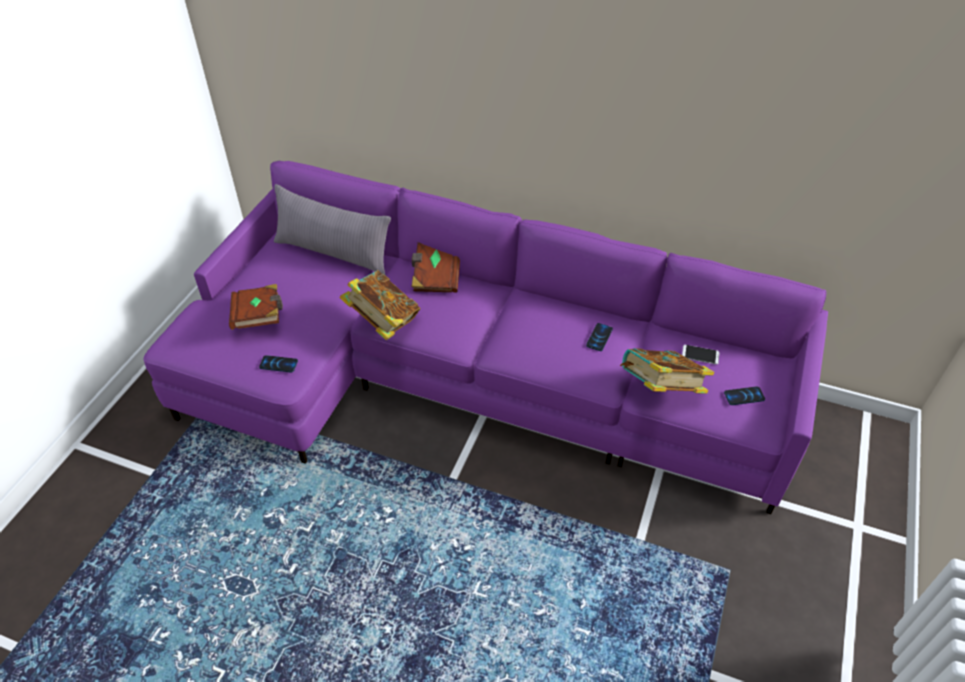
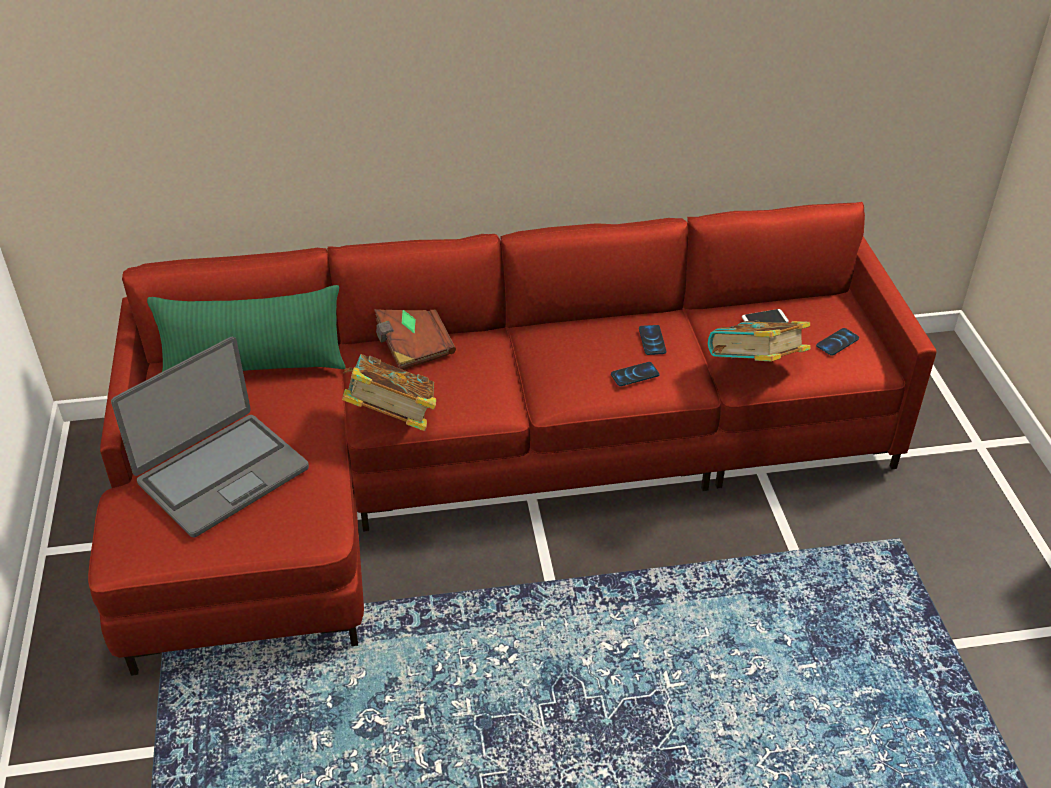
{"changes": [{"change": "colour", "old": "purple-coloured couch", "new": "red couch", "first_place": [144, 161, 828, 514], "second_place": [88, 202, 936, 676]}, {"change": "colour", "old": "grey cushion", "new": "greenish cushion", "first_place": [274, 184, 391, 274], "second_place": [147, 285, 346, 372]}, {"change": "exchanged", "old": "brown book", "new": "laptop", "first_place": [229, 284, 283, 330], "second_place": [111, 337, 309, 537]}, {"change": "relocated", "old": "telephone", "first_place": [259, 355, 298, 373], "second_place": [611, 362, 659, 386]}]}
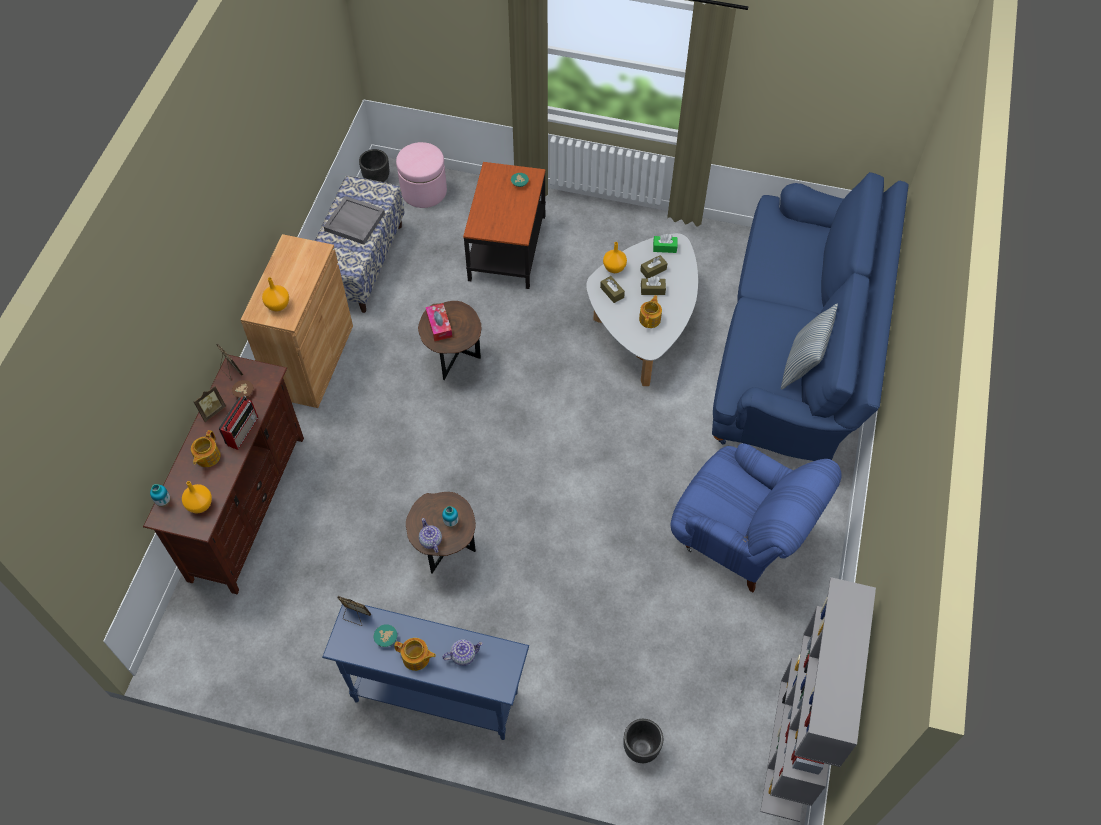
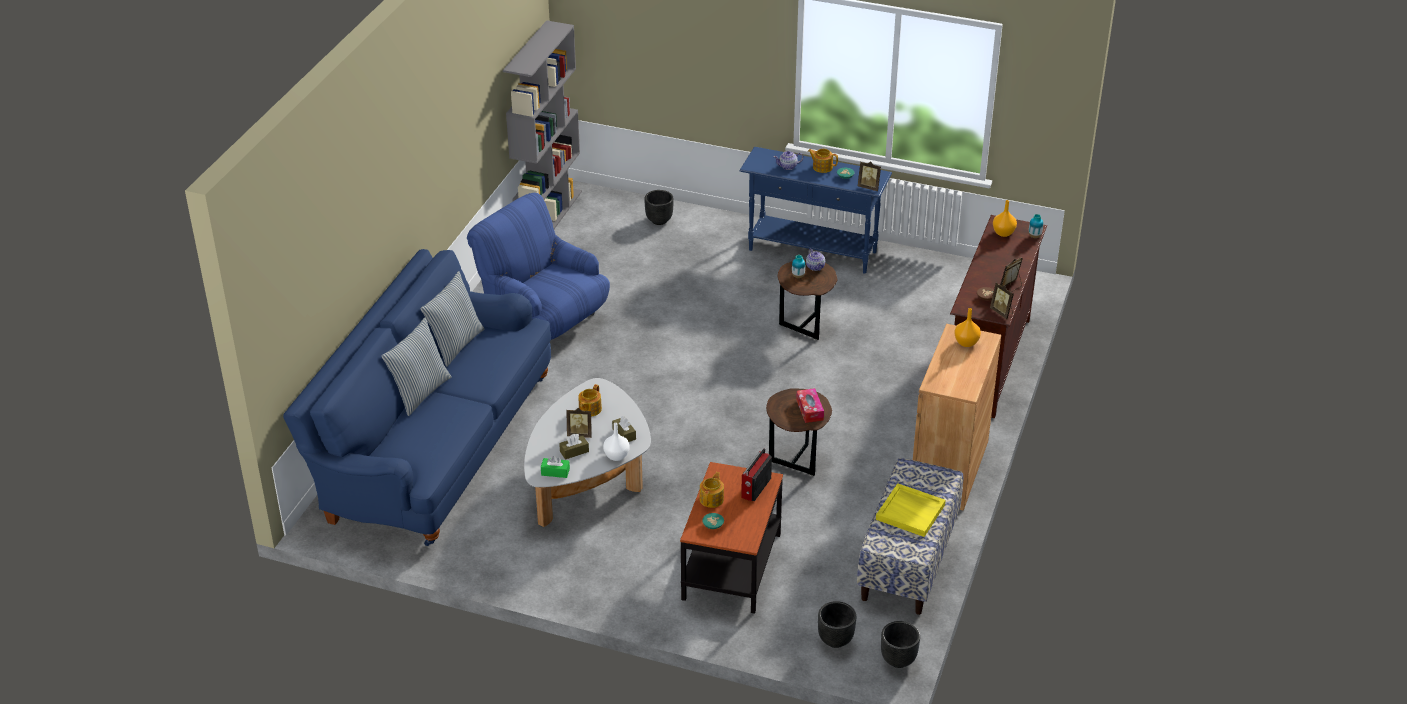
{"changes": [{"change": "exchanged", "old": "pinkish ottoman", "new": "blackish plant pot", "first_place": [396, 142, 447, 208], "second_place": [818, 601, 856, 648]}, {"change": "colour", "old": "grey carrying tray", "new": "yellow carrying tray", "first_place": [324, 196, 385, 245], "second_place": [876, 483, 945, 537]}, {"change": "colour", "old": "orange-coloured vase", "new": "white-coloured vase", "first_place": [603, 242, 627, 273], "second_place": [603, 423, 629, 461]}, {"change": "exchanged", "old": "brown tissue holder", "new": "photo frame", "first_place": [641, 276, 666, 295], "second_place": [566, 408, 592, 438]}, {"change": "relocated", "old": "radio", "first_place": [219, 396, 258, 450], "second_place": [741, 448, 772, 501]}, {"change": "relocated", "old": "teapot", "first_place": [191, 430, 221, 467], "second_place": [700, 472, 724, 508]}, {"change": "appeared", "new": "cushion", "second_place": [382, 317, 452, 416]}]}
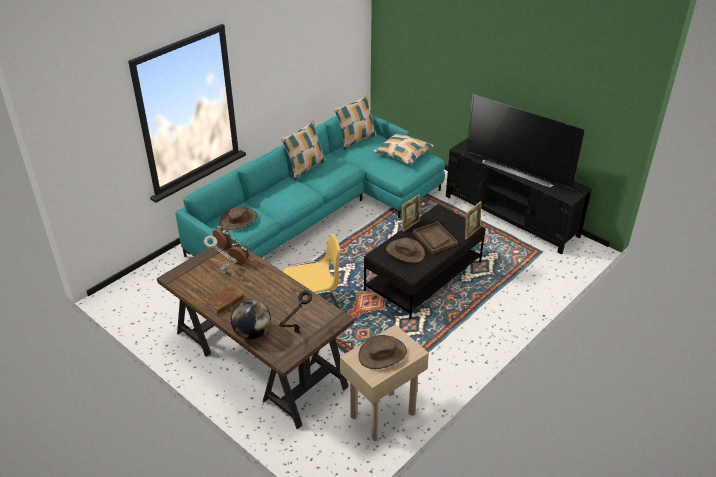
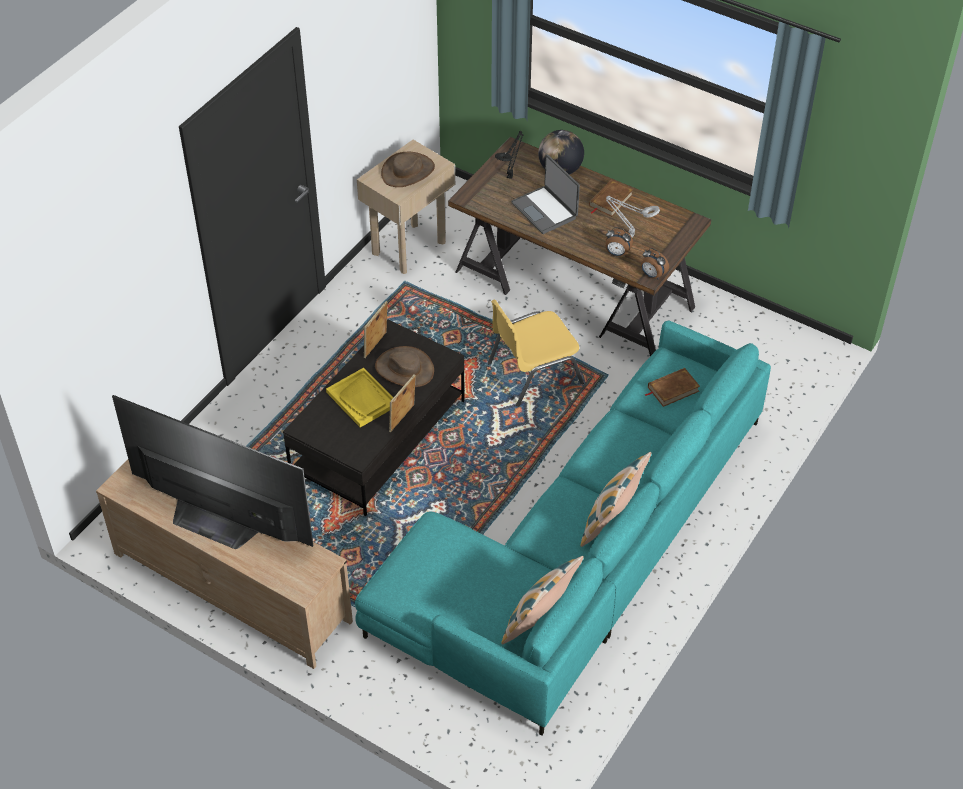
{"changes": [{"change": "missing", "old": "cushion", "first_place": [373, 133, 434, 166]}, {"change": "colour", "old": "blackish media console", "new": "beige-coloured media console", "first_place": [446, 138, 592, 254], "second_place": [96, 459, 353, 669]}, {"change": "relocated", "old": "photo frame", "first_place": [465, 201, 482, 240], "second_place": [364, 301, 387, 358]}, {"change": "exchanged", "old": "brown clothing hat", "new": "brown book", "first_place": [220, 207, 258, 230], "second_place": [644, 368, 700, 407]}, {"change": "colour", "old": "brown carrying tray", "new": "yellow carrying tray", "first_place": [413, 222, 458, 254], "second_place": [326, 368, 393, 428]}, {"change": "appeared", "new": "laptop", "second_place": [511, 154, 580, 234]}]}
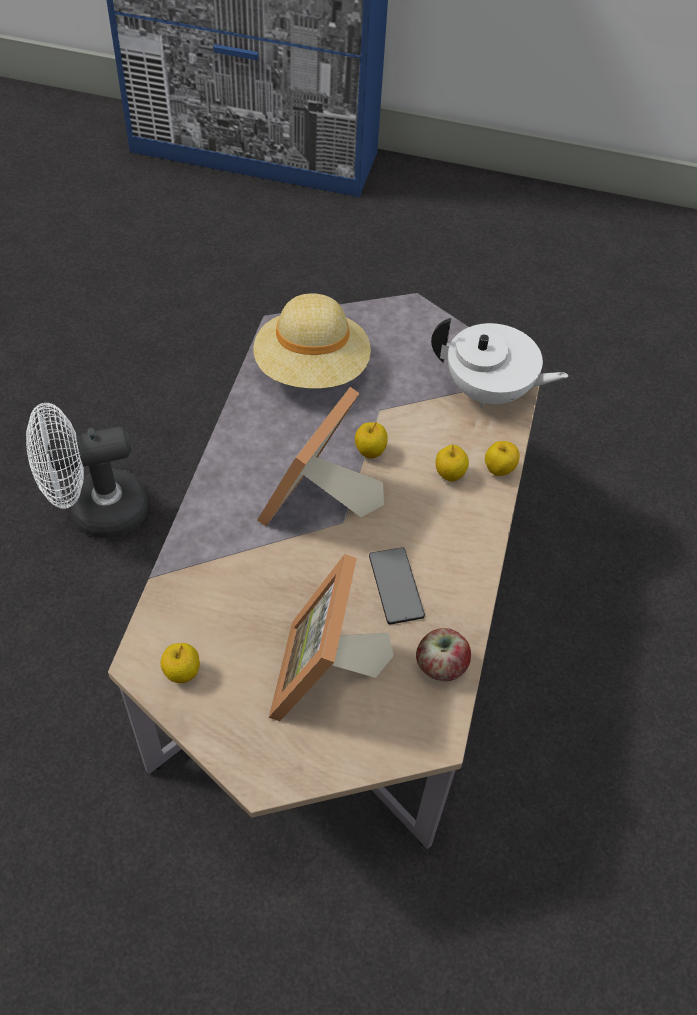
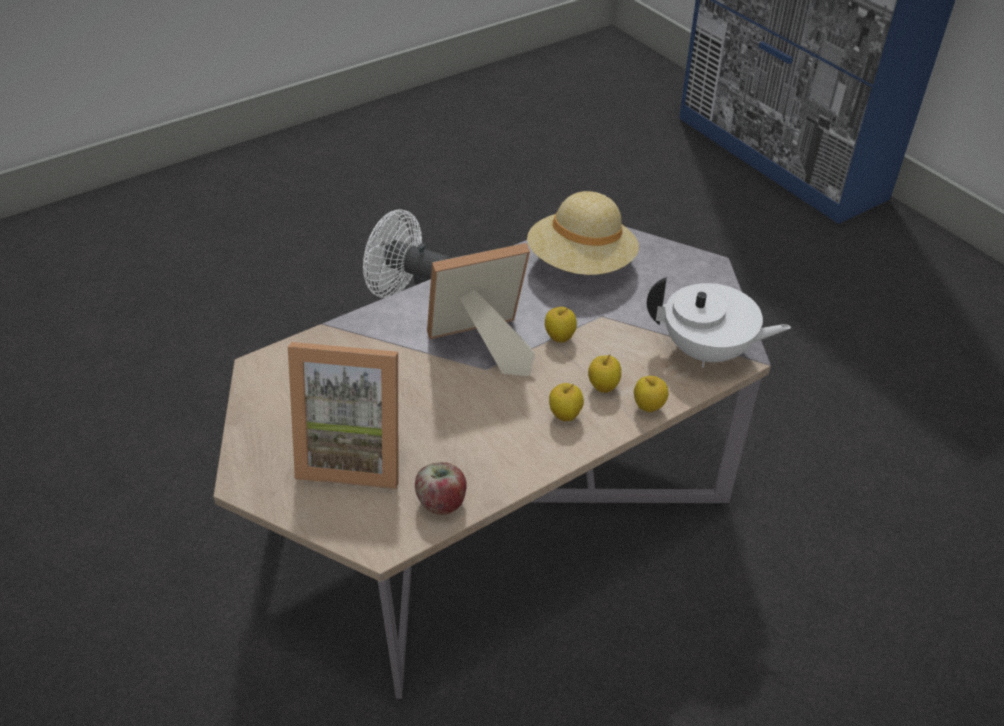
{"changes": [{"change": "spun", "old": "white-coloured teapot", "first_place": [431, 318, 568, 408], "second_place": [647, 277, 791, 368], "degrees": -45}, {"change": "missing", "old": "telephone", "first_place": [369, 547, 425, 624]}, {"change": "spun", "old": "photo frame", "first_place": [268, 554, 394, 721], "second_place": [288, 342, 398, 489], "degrees": -135}, {"change": "relocated", "old": "whole apple", "first_place": [161, 643, 200, 683], "second_place": [549, 383, 584, 421]}]}
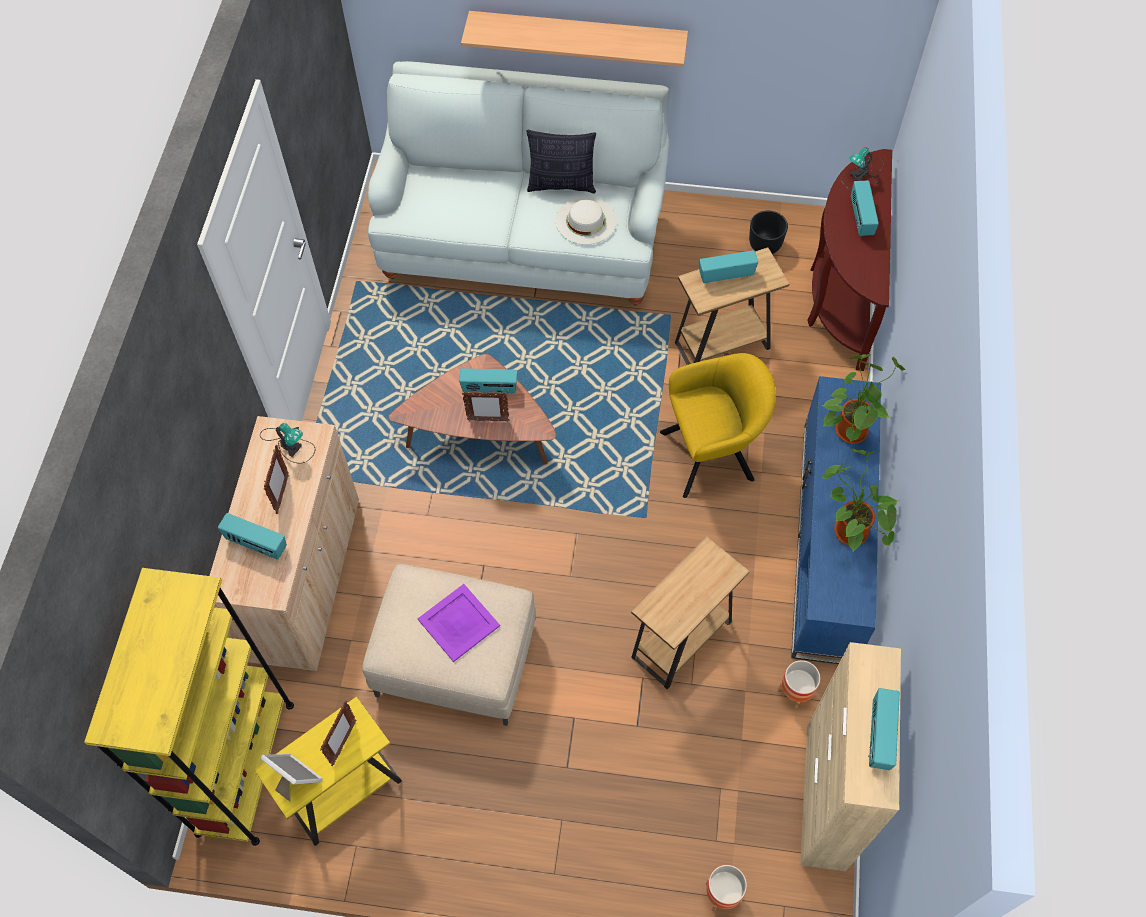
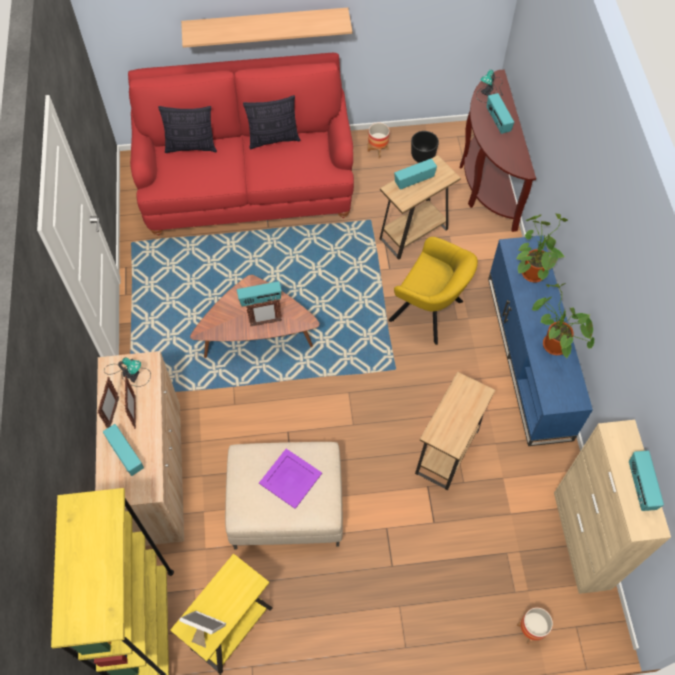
{"changes": [{"change": "colour", "old": "white-coloured couch", "new": "red couch", "first_place": [368, 61, 670, 306], "second_place": [128, 53, 354, 236]}, {"change": "missing", "old": "white-coloured clothing hat", "first_place": [556, 197, 616, 245]}, {"change": "spun", "old": "yellow lounge chair", "first_place": [660, 353, 776, 498], "second_place": [388, 237, 478, 345], "degrees": 60}, {"change": "spun", "old": "radio", "first_place": [218, 513, 287, 560], "second_place": [103, 424, 144, 476], "degrees": 45}, {"change": "relocated", "old": "plant pot", "first_place": [778, 660, 820, 710], "second_place": [367, 123, 390, 158]}, {"change": "relocated", "old": "photo frame", "first_place": [320, 700, 356, 766], "second_place": [98, 377, 119, 428]}, {"change": "appeared", "new": "cushion", "second_place": [158, 106, 217, 153]}]}
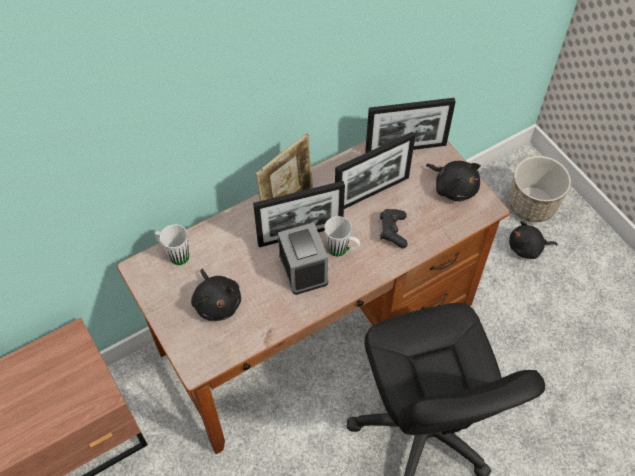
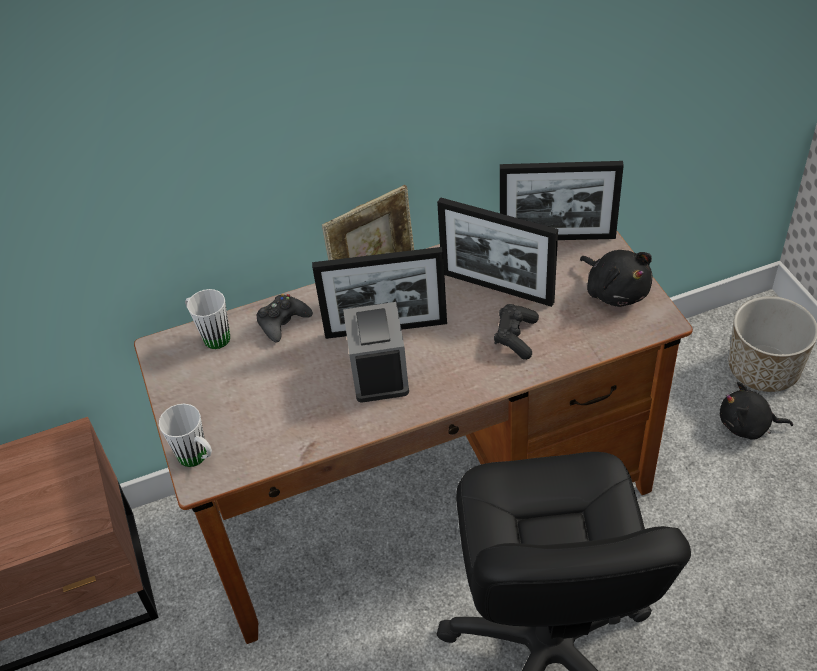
{"changes": [{"change": "spun", "old": "photo frame", "first_place": [335, 132, 415, 209], "second_place": [437, 197, 558, 307], "degrees": 45}, {"change": "relocated", "old": "white-coloured mug", "first_place": [325, 216, 360, 256], "second_place": [159, 404, 212, 467]}, {"change": "missing", "old": "blackish soft toy", "first_place": [191, 269, 241, 321]}, {"change": "appeared", "new": "blackish game controller", "second_place": [256, 294, 313, 343]}]}
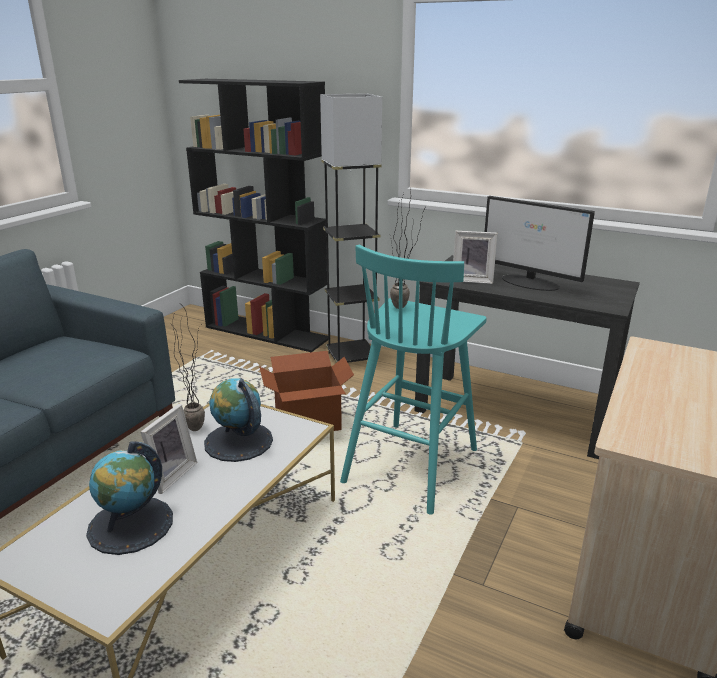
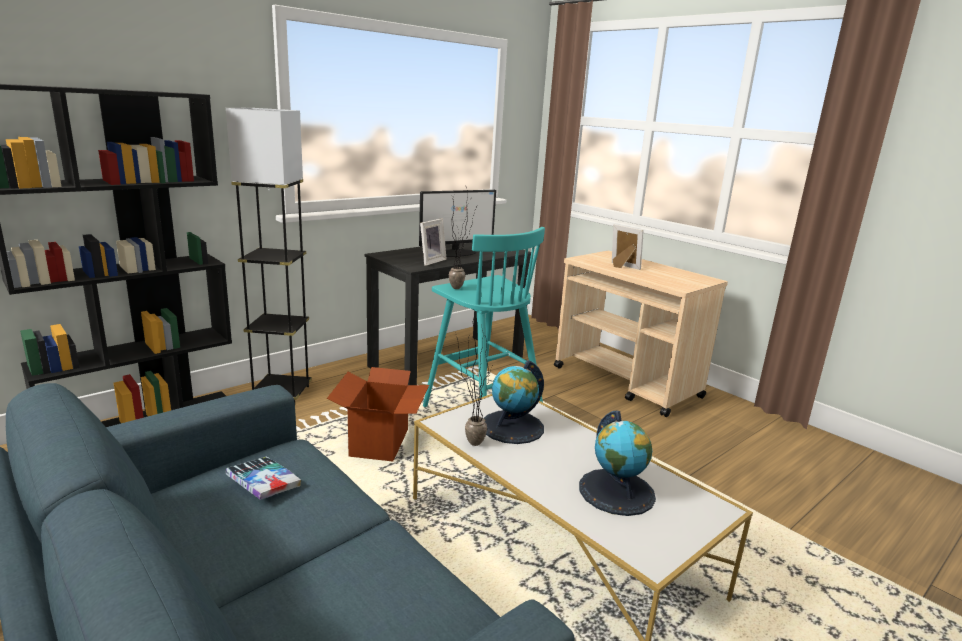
{"changes": [{"change": "relocated", "old": "photo frame", "first_place": [140, 404, 197, 494], "second_place": [612, 224, 644, 270]}, {"change": "appeared", "new": "book", "second_place": [226, 457, 301, 500]}]}
